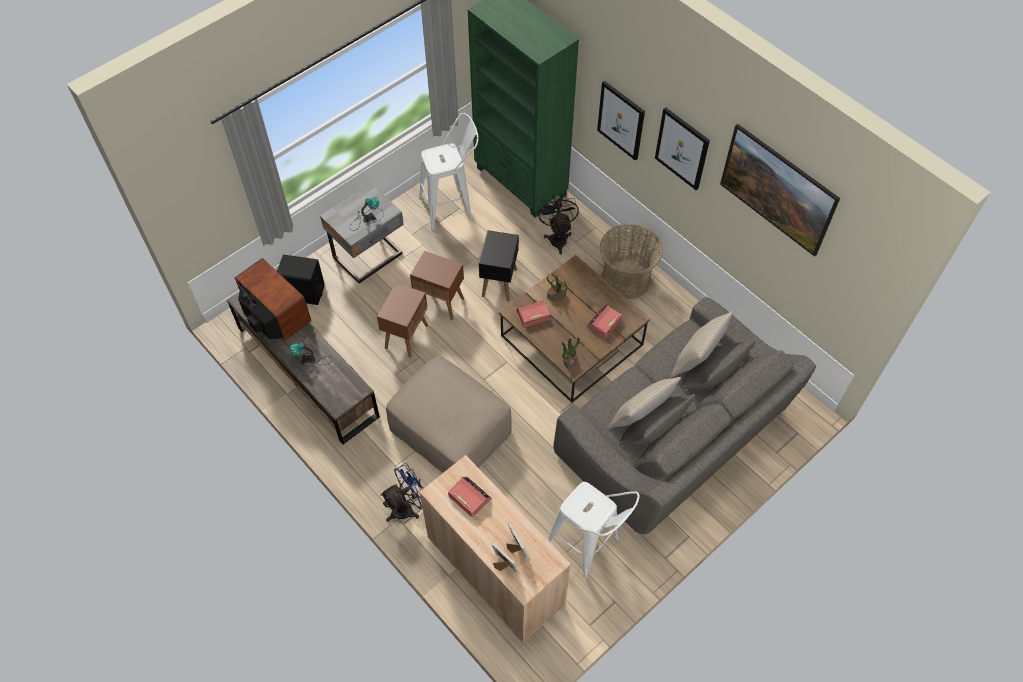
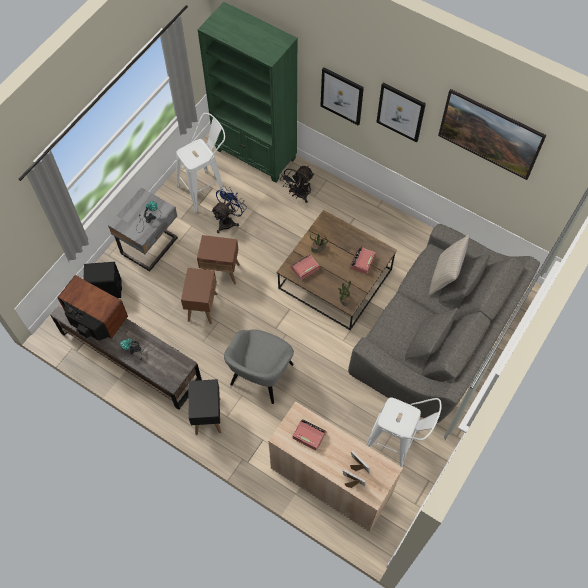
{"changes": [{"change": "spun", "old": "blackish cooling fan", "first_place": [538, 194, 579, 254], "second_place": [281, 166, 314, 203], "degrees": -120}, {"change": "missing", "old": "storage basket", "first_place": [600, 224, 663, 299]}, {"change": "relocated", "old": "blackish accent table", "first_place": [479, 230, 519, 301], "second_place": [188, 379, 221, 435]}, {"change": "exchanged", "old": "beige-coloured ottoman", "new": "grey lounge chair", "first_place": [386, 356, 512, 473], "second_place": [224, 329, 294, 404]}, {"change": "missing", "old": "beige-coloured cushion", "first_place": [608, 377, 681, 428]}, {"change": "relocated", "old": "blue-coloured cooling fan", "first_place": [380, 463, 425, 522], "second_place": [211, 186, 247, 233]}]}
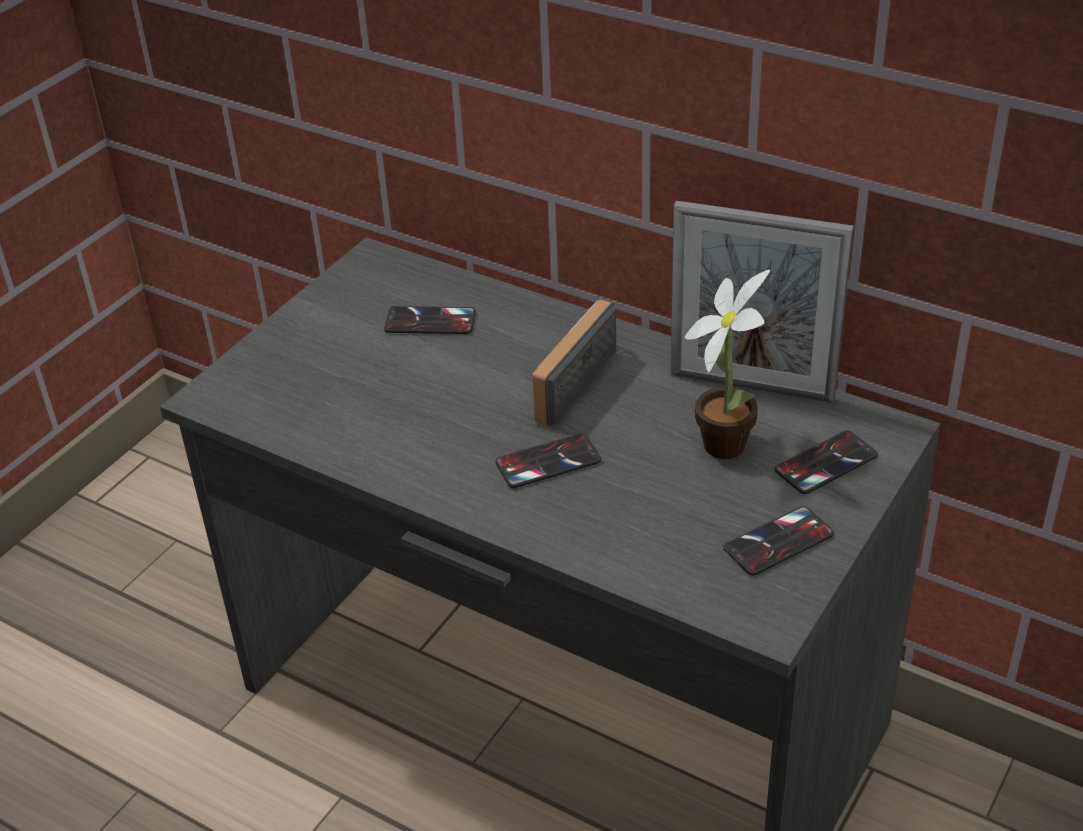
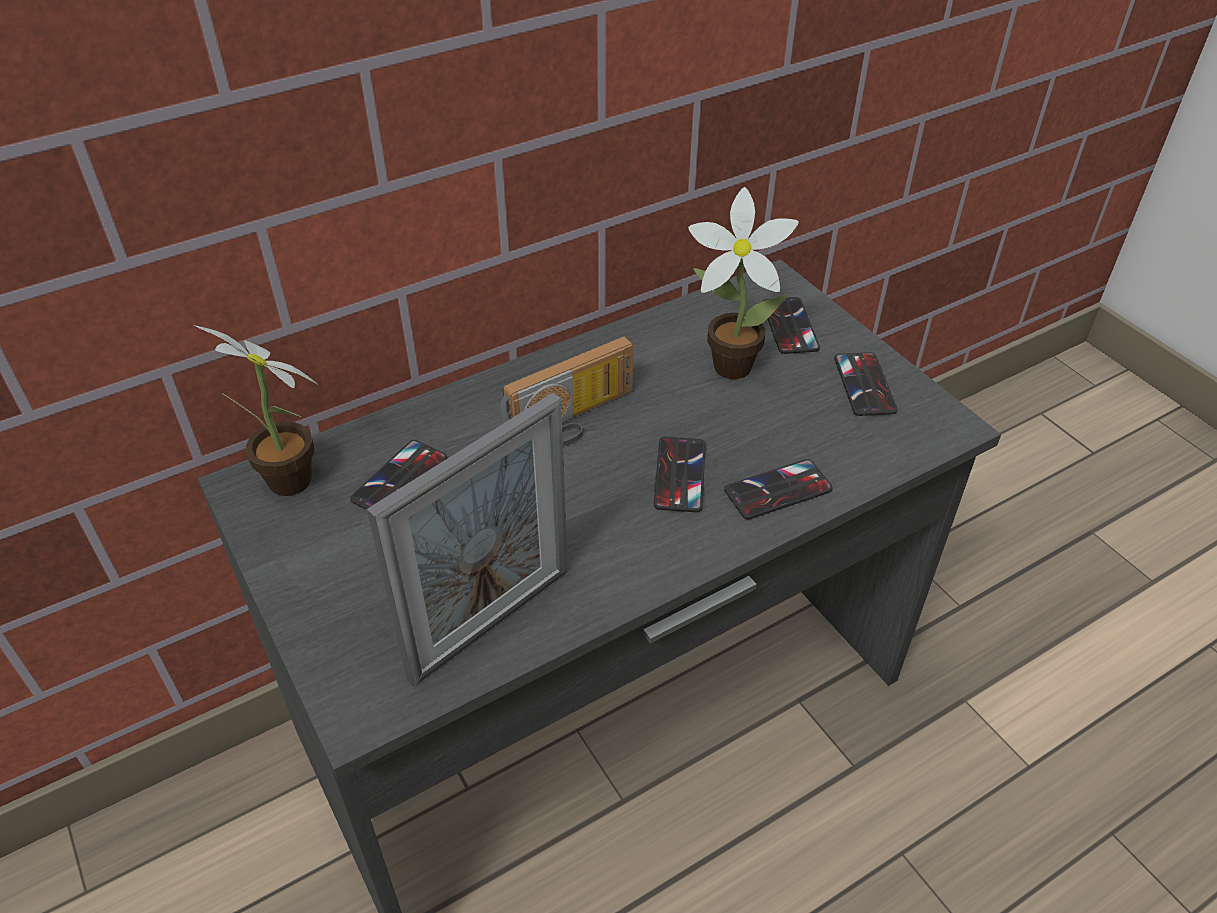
{"changes": [{"change": "relocated", "old": "photo frame", "first_place": [670, 201, 854, 403], "second_place": [367, 393, 568, 687]}, {"change": "spun", "old": "radio", "first_place": [532, 299, 616, 428], "second_place": [500, 336, 633, 446], "degrees": -90}, {"change": "appeared", "new": "potted plant", "second_place": [193, 325, 318, 496]}, {"change": "appeared", "new": "telephone", "second_place": [724, 459, 833, 519]}]}
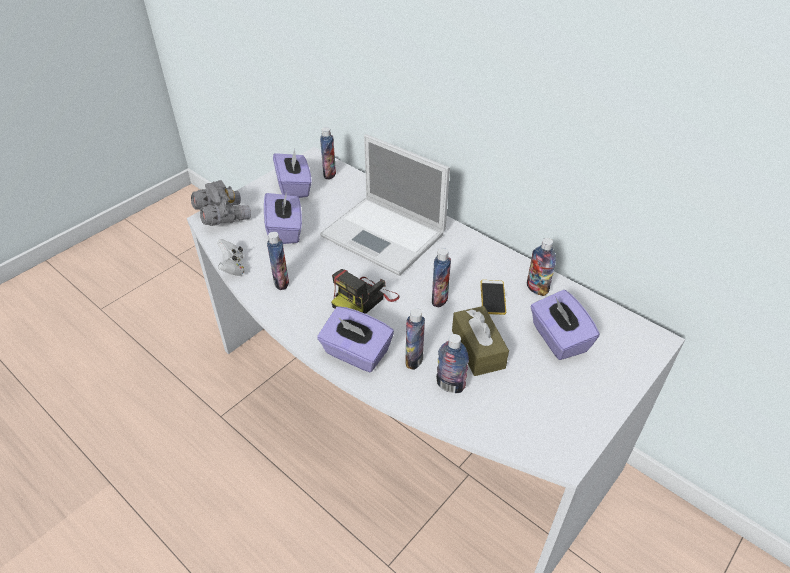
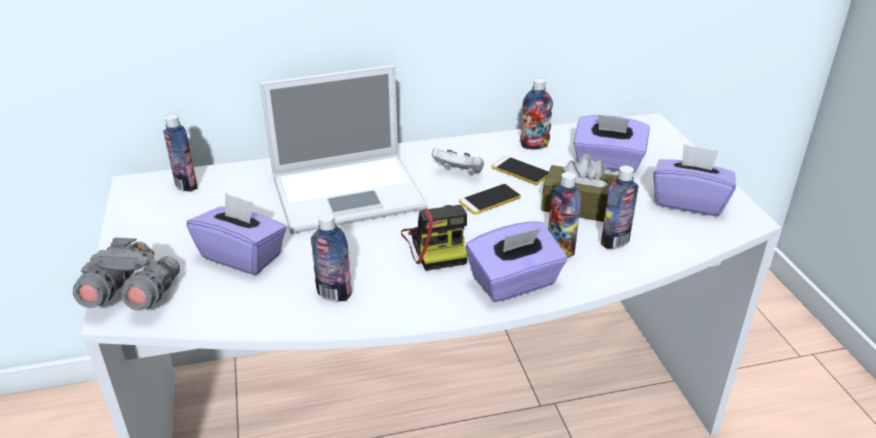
{"changes": [{"change": "relocated", "old": "purple-coloured tissue holder", "first_place": [273, 149, 312, 198], "second_place": [653, 144, 736, 216]}, {"change": "relocated", "old": "white-coloured game controller", "first_place": [217, 239, 245, 276], "second_place": [432, 148, 484, 175]}, {"change": "exchanged", "old": "drink bottle", "new": "telephone", "first_place": [432, 248, 451, 307], "second_place": [459, 184, 521, 214]}]}
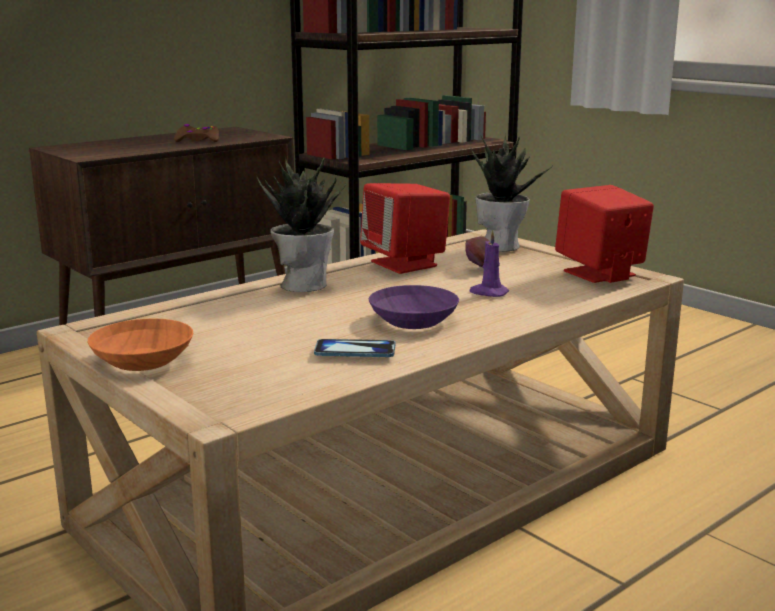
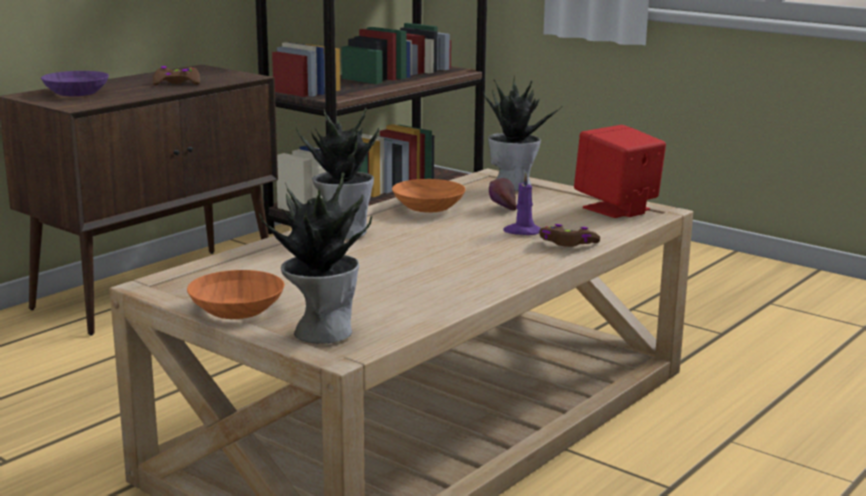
{"changes": [{"change": "exchanged", "old": "red speaker", "new": "orange-coloured serving bowl", "first_place": [360, 183, 450, 274], "second_place": [392, 179, 466, 213]}, {"change": "relocated", "old": "purple-coloured serving bowl", "first_place": [369, 285, 459, 329], "second_place": [41, 71, 109, 96]}, {"change": "missing", "old": "telephone", "first_place": [314, 339, 395, 357]}, {"change": "appeared", "new": "potted plant", "second_place": [259, 172, 372, 344]}, {"change": "appeared", "new": "brown game controller", "second_place": [539, 224, 600, 247]}]}
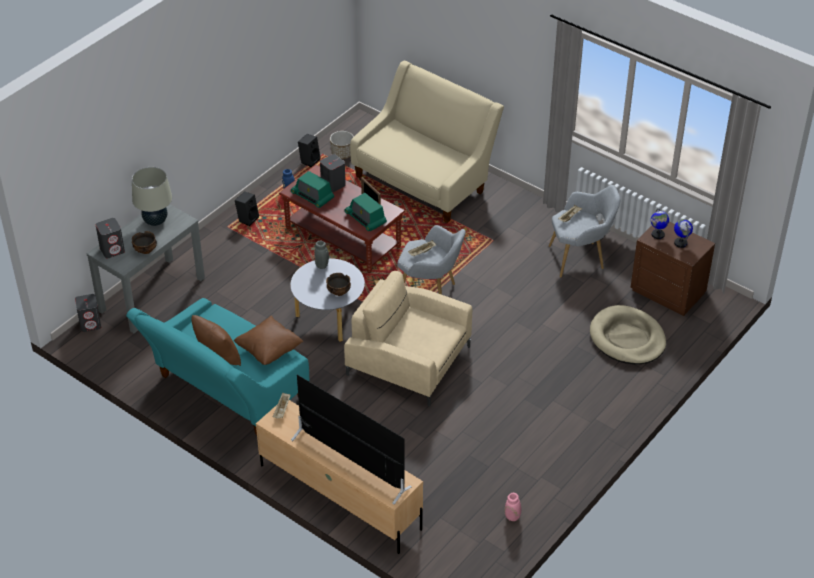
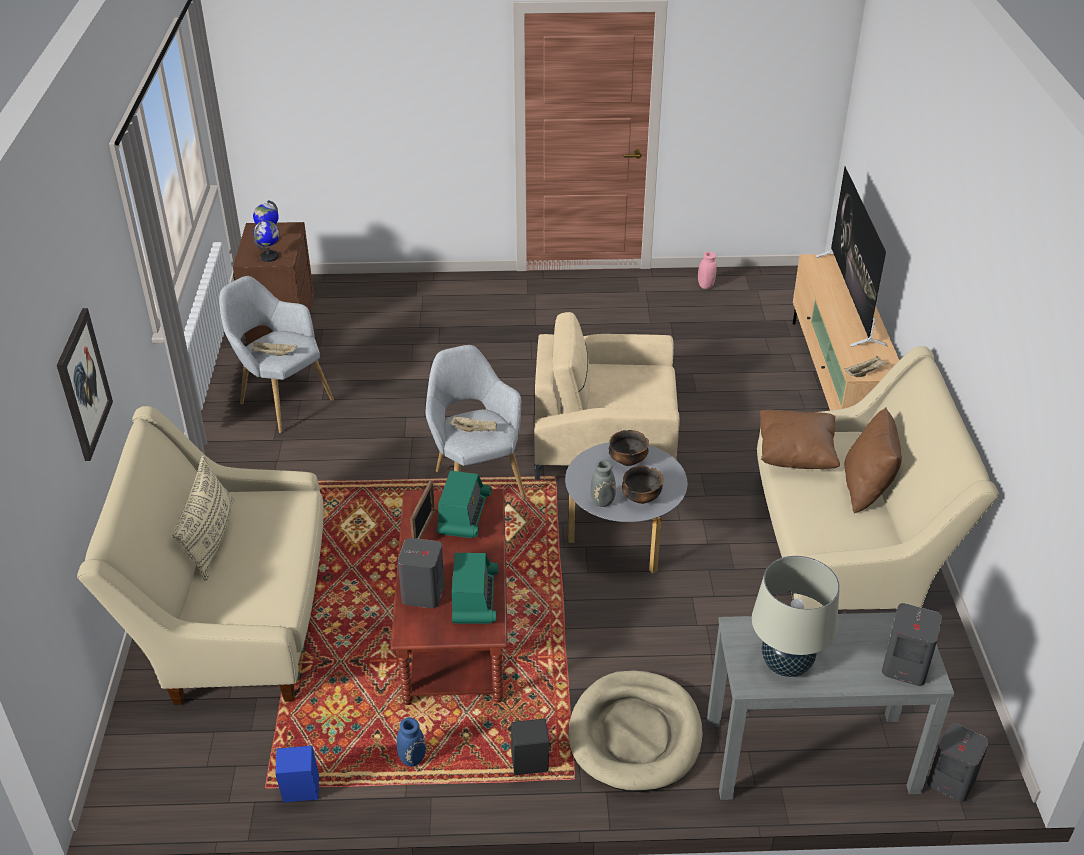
{"changes": [{"change": "missing", "old": "plant pot", "first_place": [330, 131, 354, 159]}, {"change": "colour", "old": "blackish speaker", "new": "blue-coloured speaker", "first_place": [298, 134, 321, 167], "second_place": [275, 746, 319, 803]}, {"change": "relocated", "old": "serving bowl", "first_place": [132, 231, 157, 254], "second_place": [622, 466, 664, 504]}, {"change": "spun", "old": "beige-coloured lounge chair", "first_place": [344, 271, 472, 407], "second_place": [534, 312, 679, 480], "degrees": 105}, {"change": "colour", "old": "turquoise-coloured couch", "new": "beige-coloured couch", "first_place": [126, 298, 309, 435], "second_place": [757, 346, 999, 610]}, {"change": "relocated", "old": "beige-coloured dog cushion", "first_place": [590, 305, 666, 364], "second_place": [568, 670, 703, 792]}, {"change": "appeared", "new": "picture", "second_place": [57, 308, 113, 461]}, {"change": "appeared", "new": "beige-coloured cushion", "second_place": [172, 455, 234, 581]}]}
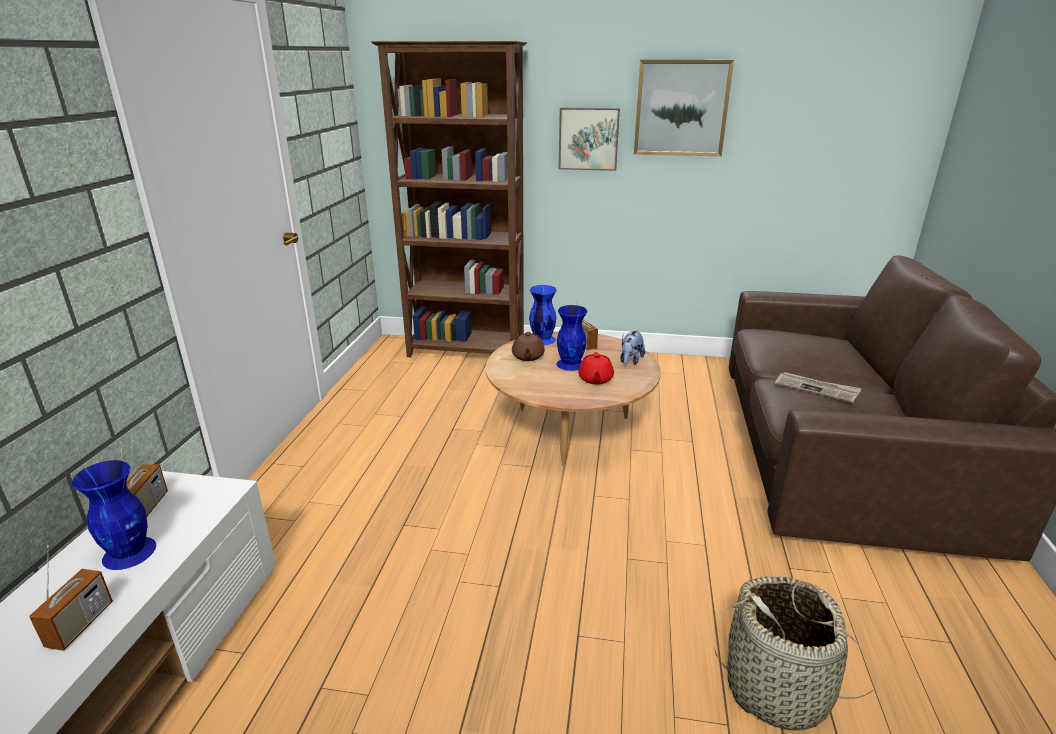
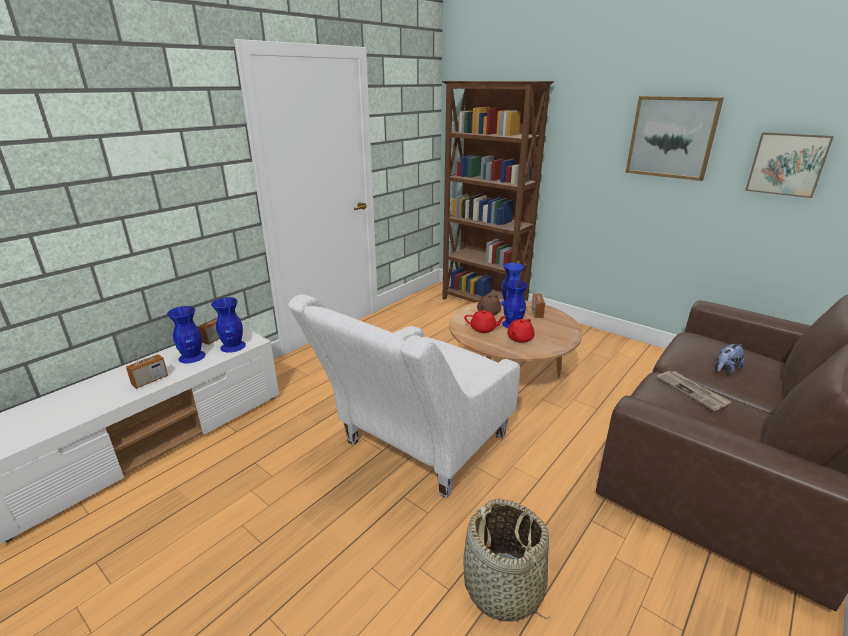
{"changes": [{"change": "relocated", "old": "picture", "first_place": [559, 108, 620, 171], "second_place": [745, 132, 834, 198]}, {"change": "relocated", "old": "soft toy", "first_place": [620, 330, 645, 365], "second_place": [716, 344, 744, 374]}, {"change": "appeared", "new": "white-coloured lounge chair", "second_place": [288, 295, 520, 498]}, {"change": "appeared", "new": "blue-coloured vase", "second_place": [211, 297, 246, 353]}, {"change": "appeared", "new": "red teapot", "second_place": [464, 310, 507, 333]}]}
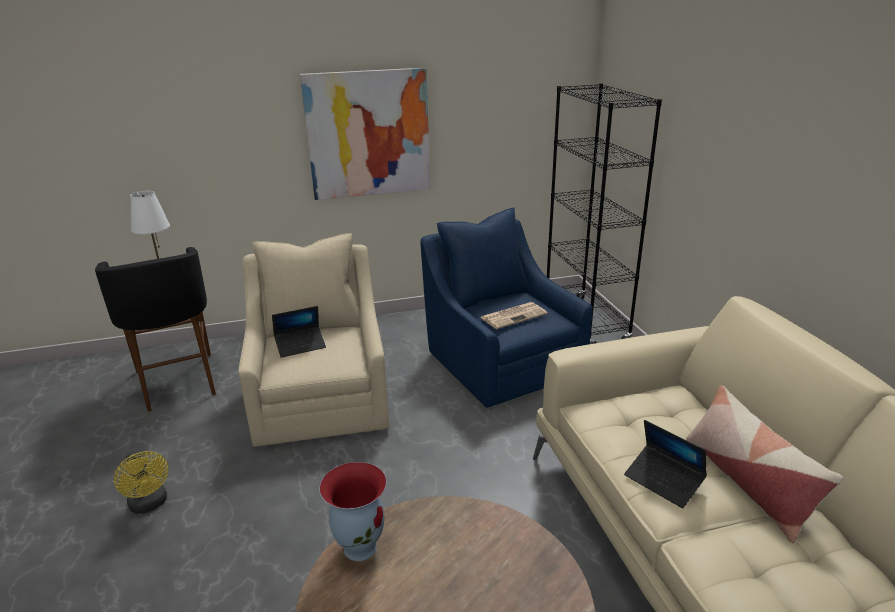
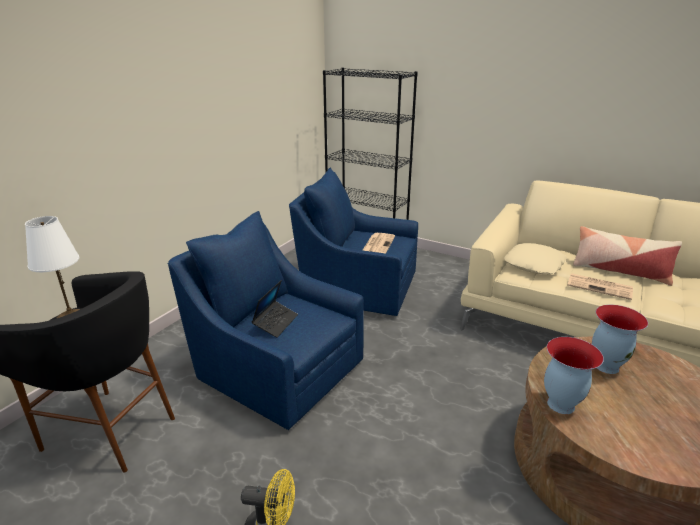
{"changes": [{"change": "missing", "old": "picture", "first_place": [300, 68, 430, 200]}, {"change": "colour", "old": "beige-coloured lounge chair", "new": "blue-coloured lounge chair", "first_place": [239, 233, 390, 447], "second_place": [168, 211, 364, 430]}, {"change": "exchanged", "old": "laptop", "new": "newspaper", "first_place": [624, 420, 707, 508], "second_place": [567, 273, 633, 300]}, {"change": "appeared", "new": "beige-coloured cushion", "second_place": [504, 243, 567, 274]}, {"change": "appeared", "new": "vase", "second_place": [592, 305, 648, 374]}]}
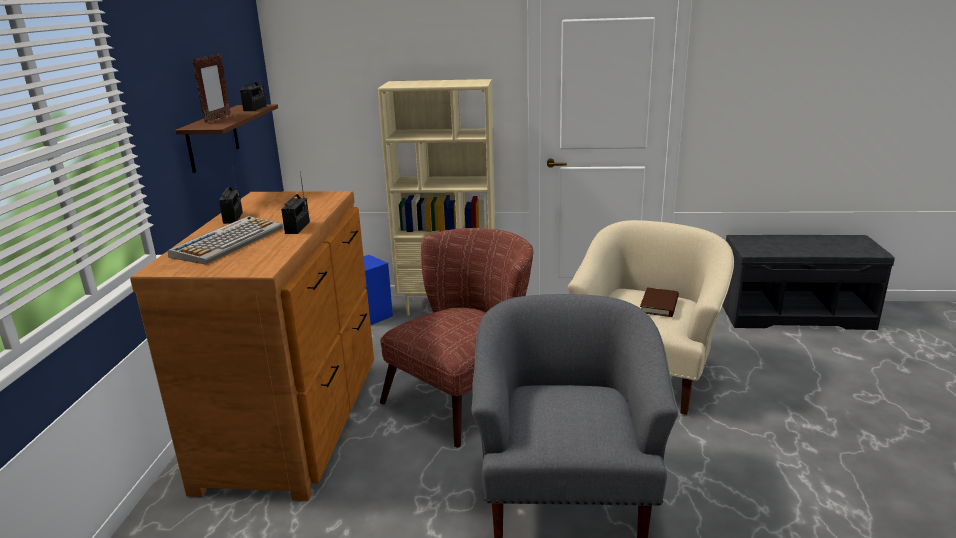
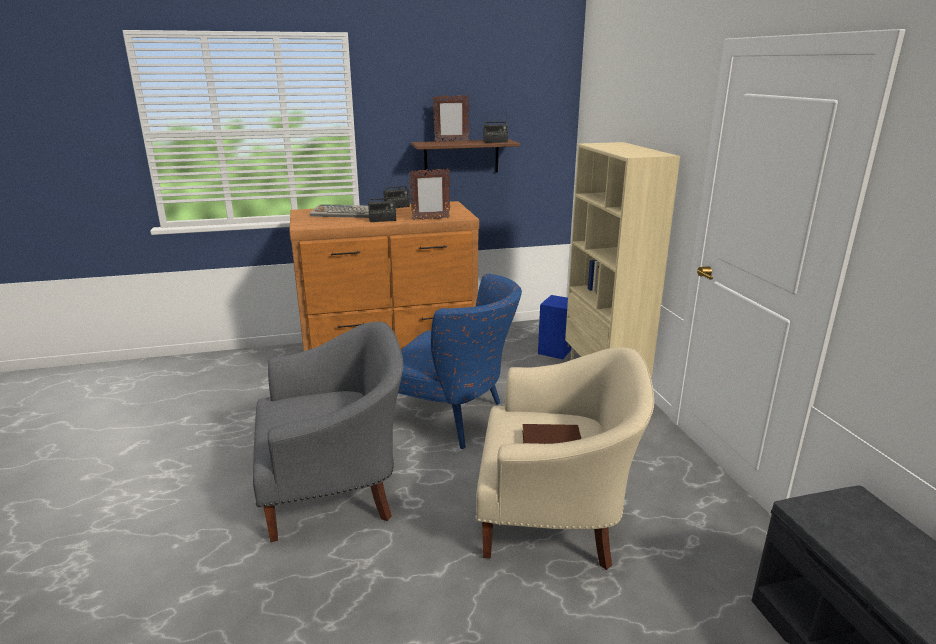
{"changes": [{"change": "colour", "old": "brown lounge chair", "new": "blue-coloured lounge chair", "first_place": [380, 228, 534, 448], "second_place": [398, 274, 522, 449]}, {"change": "appeared", "new": "photo frame", "second_place": [409, 168, 450, 220]}]}
